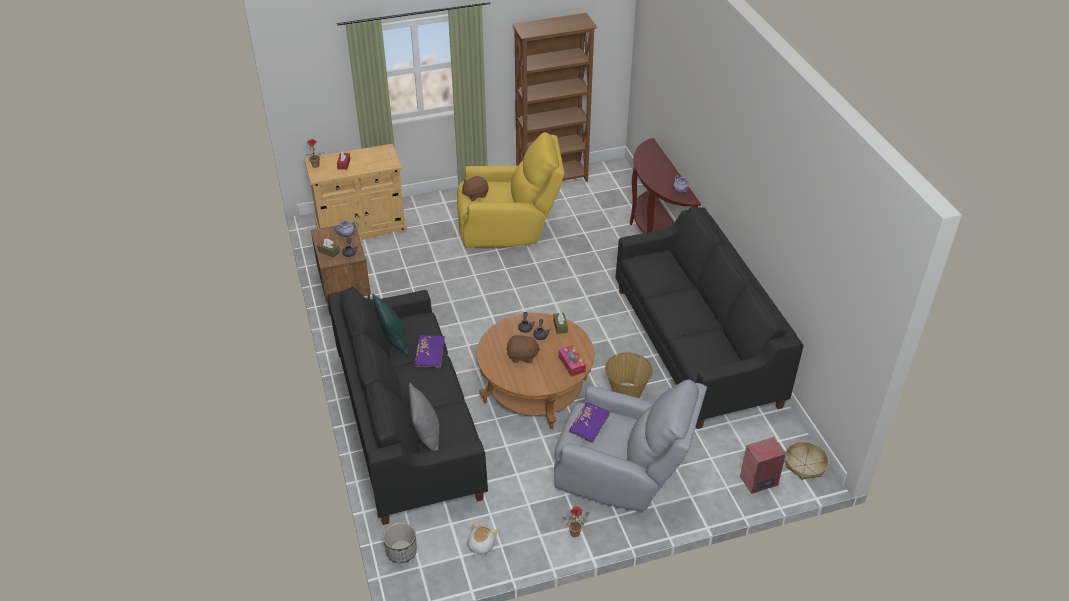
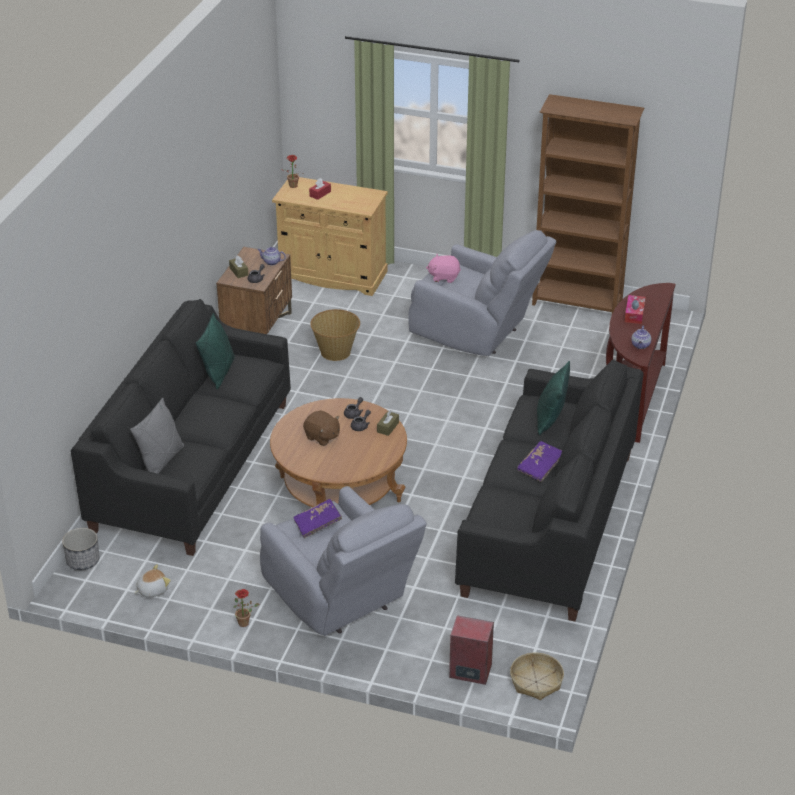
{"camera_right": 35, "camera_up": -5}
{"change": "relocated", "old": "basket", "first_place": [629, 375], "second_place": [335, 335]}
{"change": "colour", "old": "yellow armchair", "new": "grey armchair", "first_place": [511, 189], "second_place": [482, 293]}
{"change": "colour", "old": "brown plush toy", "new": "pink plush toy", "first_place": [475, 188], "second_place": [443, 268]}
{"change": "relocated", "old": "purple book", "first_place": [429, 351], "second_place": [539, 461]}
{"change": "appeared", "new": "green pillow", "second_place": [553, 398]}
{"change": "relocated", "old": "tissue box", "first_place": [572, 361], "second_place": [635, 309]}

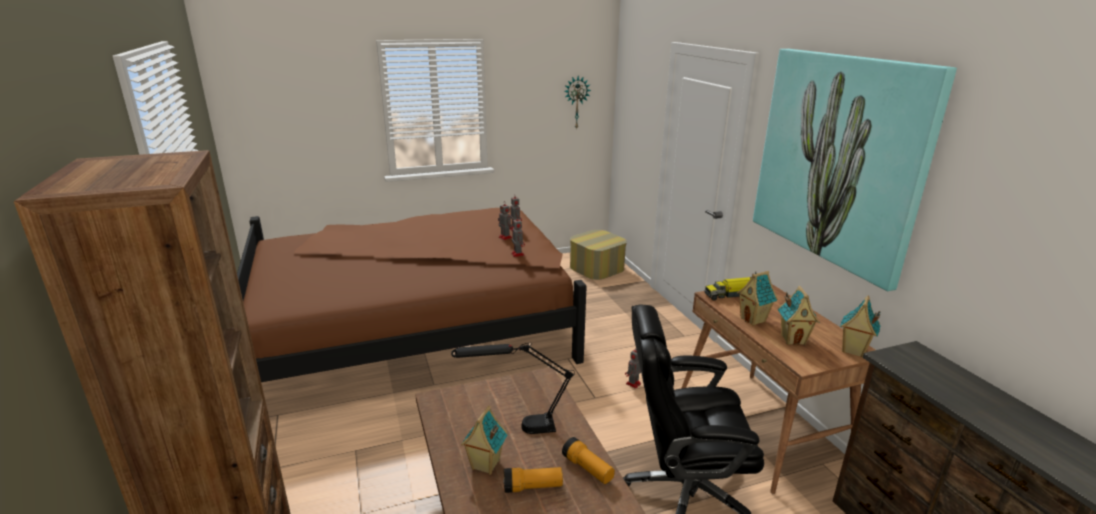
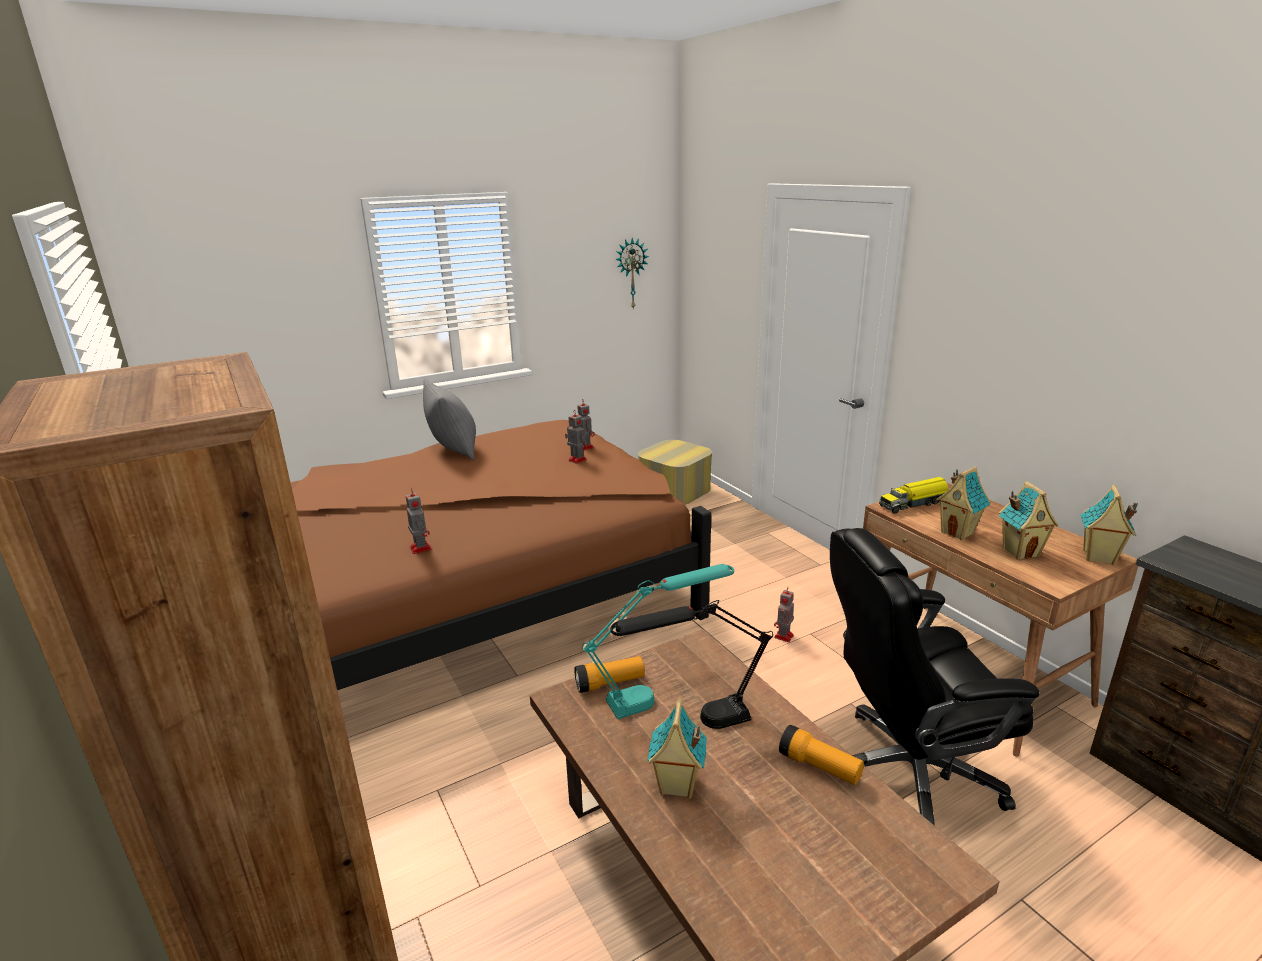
{"camera_right": -10, "camera_up": 0}
{"change": "relocated", "old": "toy robot", "first_place": [518, 236], "second_place": [419, 521]}
{"change": "appeared", "new": "grey pillow", "second_place": [449, 419]}
{"change": "relocated", "old": "flashlight", "first_place": [533, 480], "second_place": [609, 674]}
{"change": "appeared", "new": "turquoise table lamp", "second_place": [658, 641]}
{"change": "missing", "old": "picture", "first_place": [855, 170]}

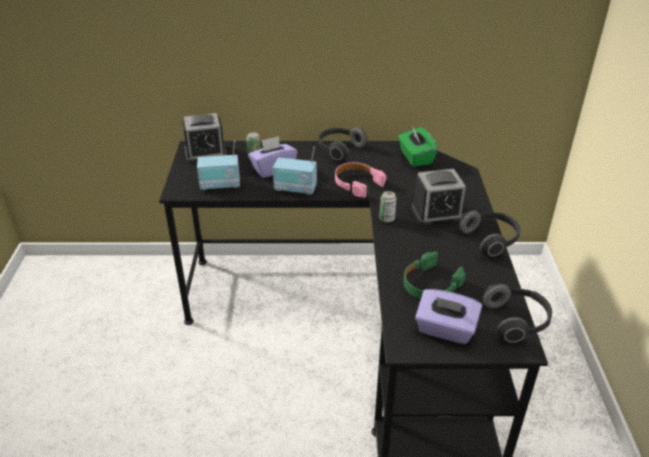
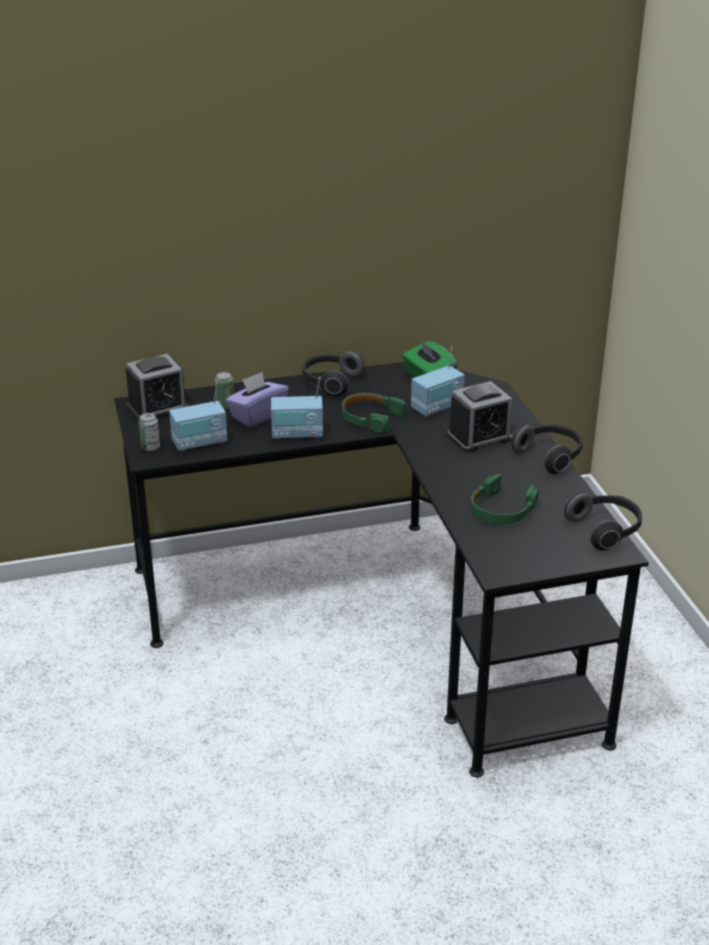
{"camera_right": -15, "camera_up": -5}
{"change": "relocated", "old": "can", "first_place": [388, 206], "second_place": [149, 432]}
{"change": "colour", "old": "pink headphones", "new": "green headphones", "first_place": [360, 180], "second_place": [374, 413]}
{"change": "appeared", "new": "radio", "second_place": [438, 382]}
{"change": "missing", "old": "purple tissue box", "first_place": [448, 316]}

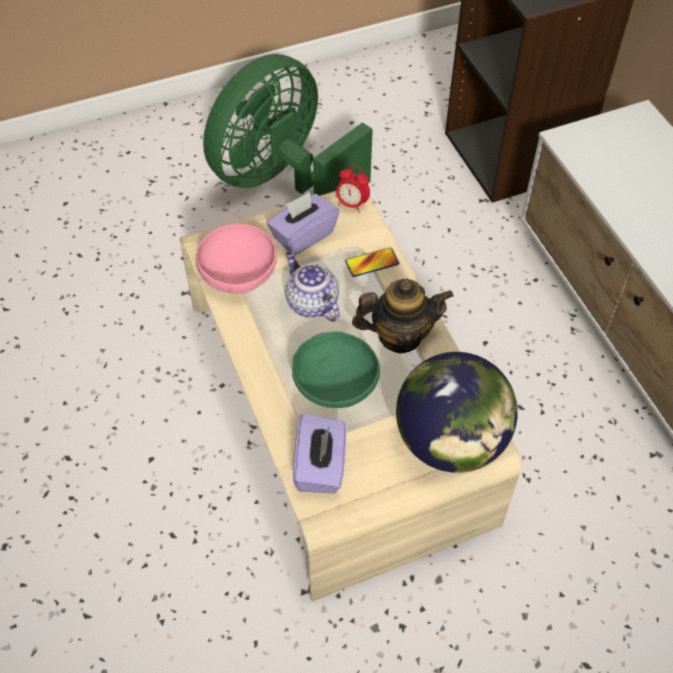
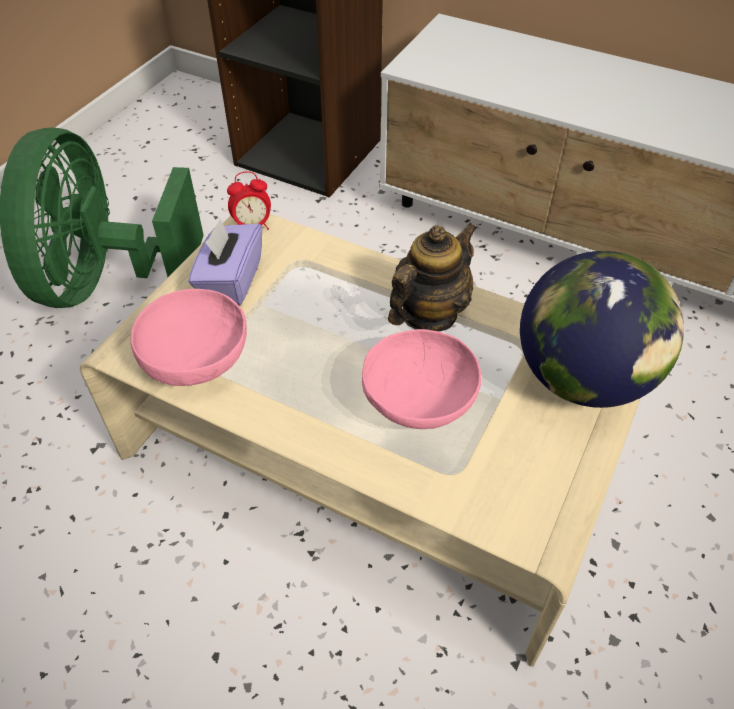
{"camera_right": -40, "camera_up": -5}
{"change": "colour", "old": "green bowl", "new": "pink bowl", "first_place": [336, 369], "second_place": [422, 379]}
{"change": "missing", "old": "teapot", "first_place": [312, 286]}
{"change": "missing", "old": "purple tissue box", "first_place": [319, 454]}
{"change": "missing", "old": "phone", "first_place": [372, 262]}

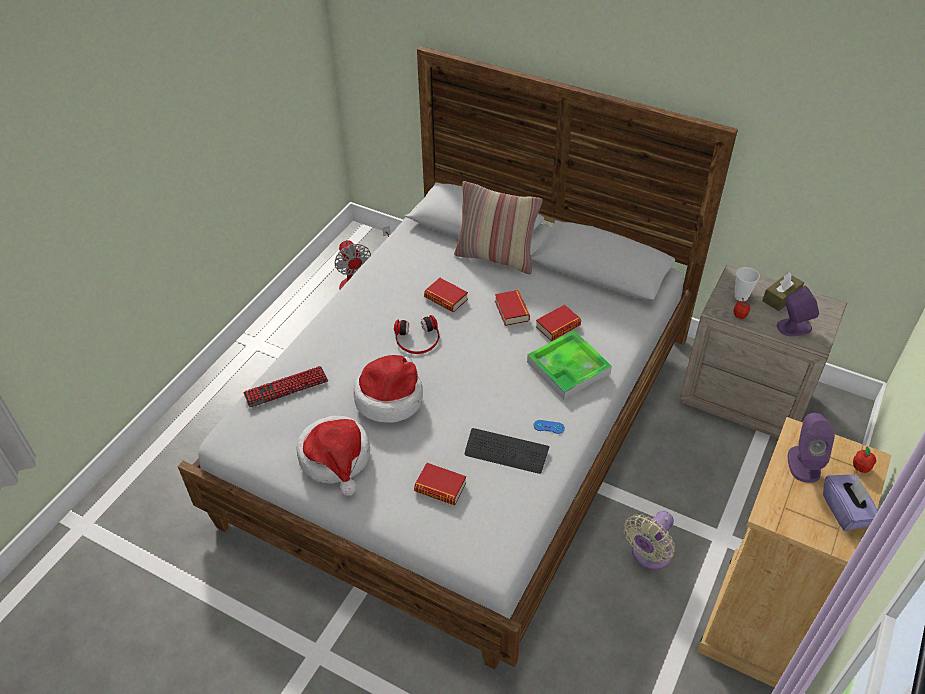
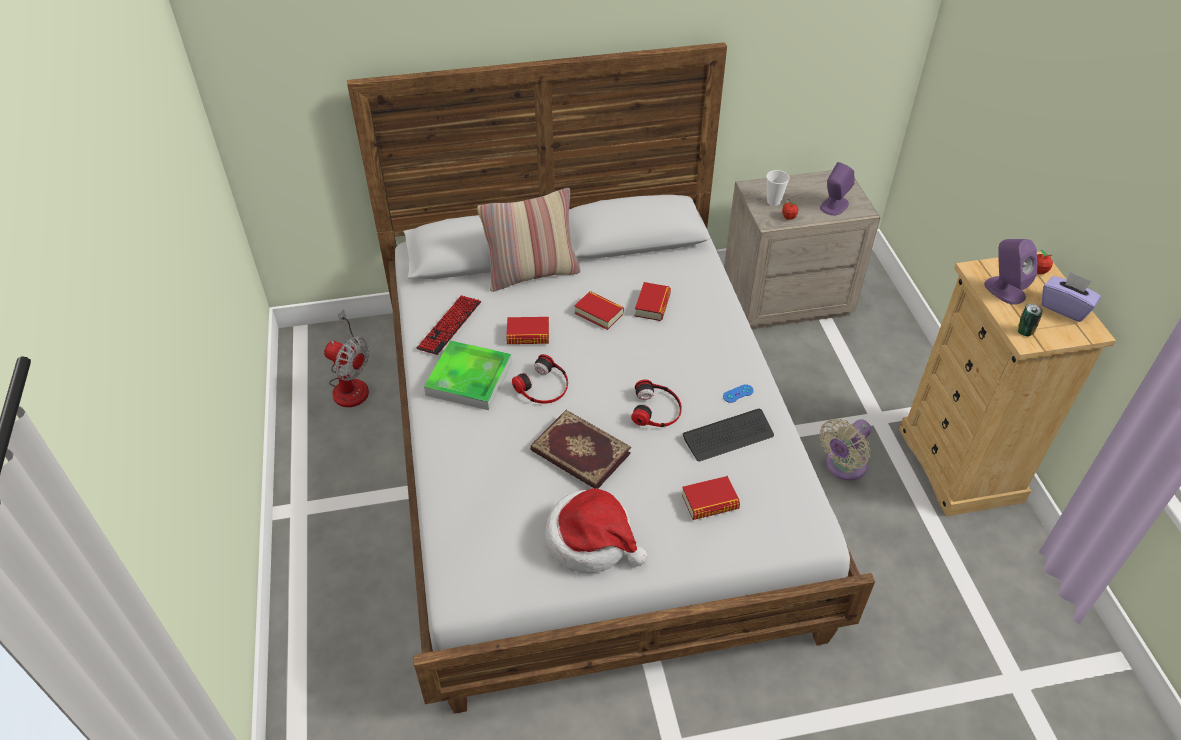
{"camera_right": -40, "camera_up": 0}
{"change": "relocated", "old": "keyboard", "first_place": [285, 387], "second_place": [448, 325]}
{"change": "relocated", "old": "tray", "first_place": [569, 365], "second_place": [468, 375]}
{"change": "exchanged", "old": "hat", "new": "book", "first_place": [388, 389], "second_place": [580, 449]}
{"change": "appeared", "new": "headphones", "second_place": [656, 403]}
{"change": "spun", "old": "beige fan", "first_place": [649, 540], "second_place": [845, 450], "degrees": 45}
{"change": "appeared", "new": "can", "second_place": [1030, 320]}
{"change": "missing", "old": "brown tissue box", "first_place": [783, 291]}

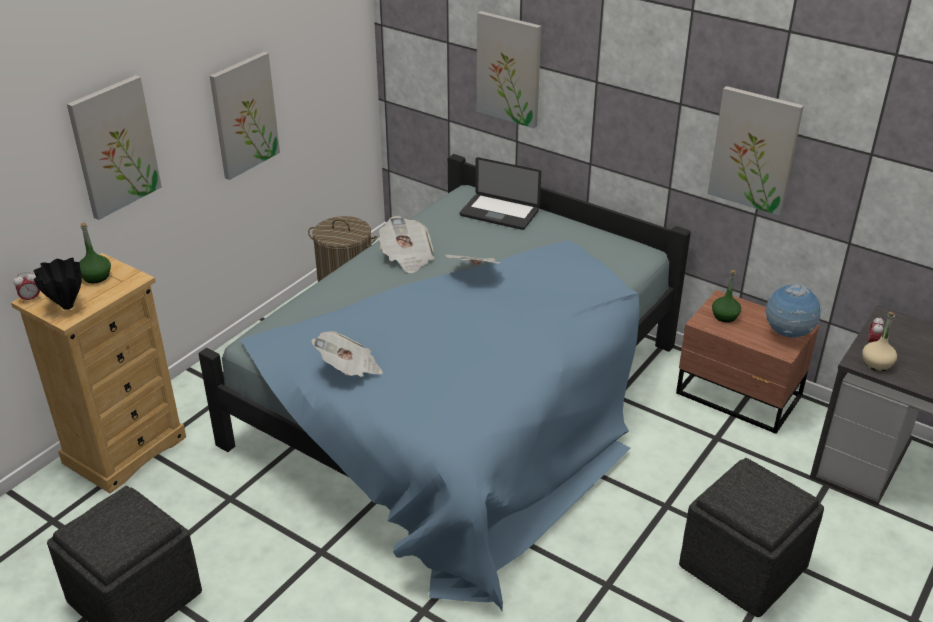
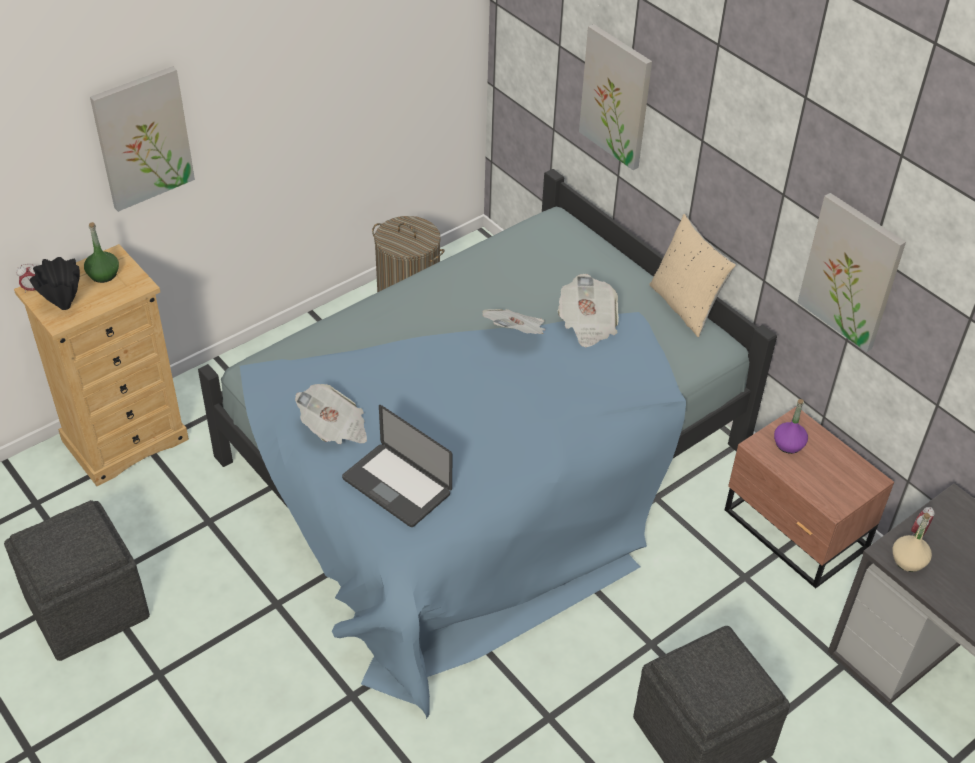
{"camera_right": 15, "camera_up": 10}
{"change": "relocated", "old": "laptop", "first_place": [500, 193], "second_place": [397, 466]}
{"change": "relocated", "old": "newspaper", "first_place": [406, 244], "second_place": [588, 310]}
{"change": "appeared", "new": "beige pillow", "second_place": [692, 275]}
{"change": "colour", "old": "green bottle", "new": "purple bottle", "first_place": [726, 296], "second_place": [791, 426]}
{"change": "missing", "old": "picture", "first_place": [245, 116]}
{"change": "missing", "old": "globe", "first_place": [793, 311]}

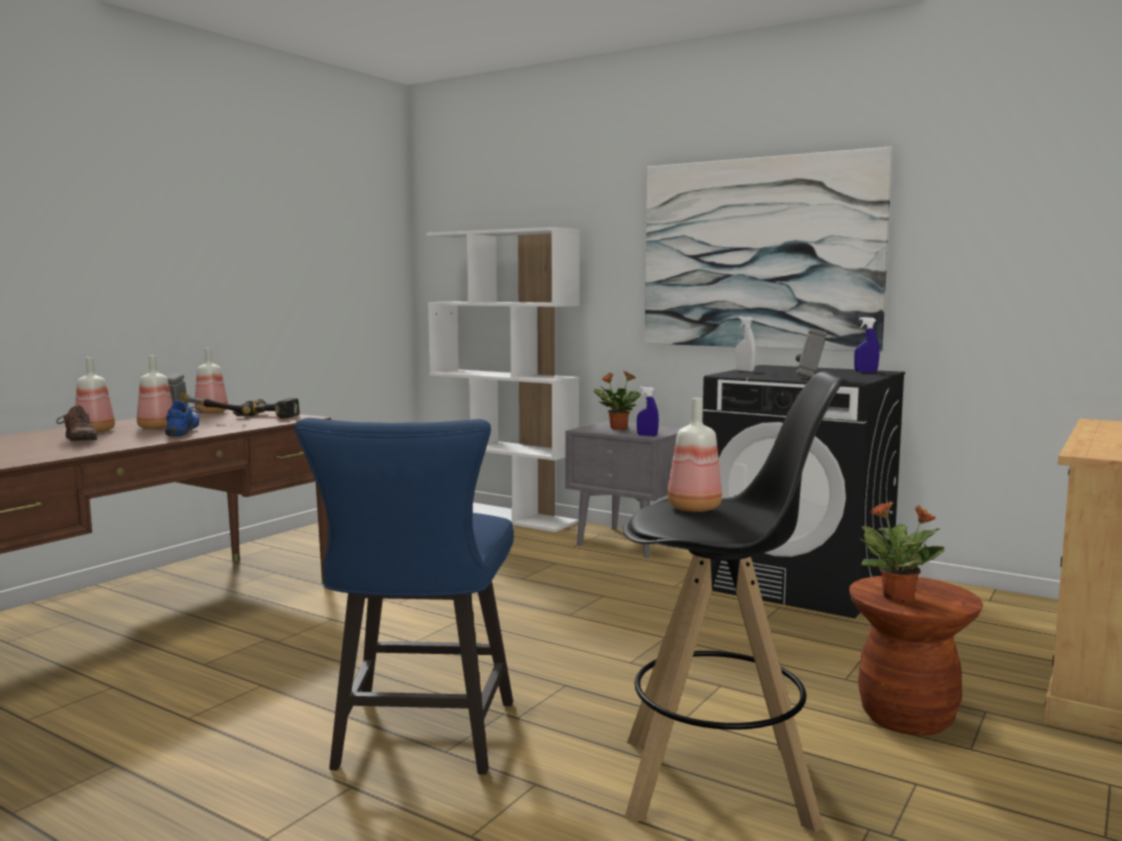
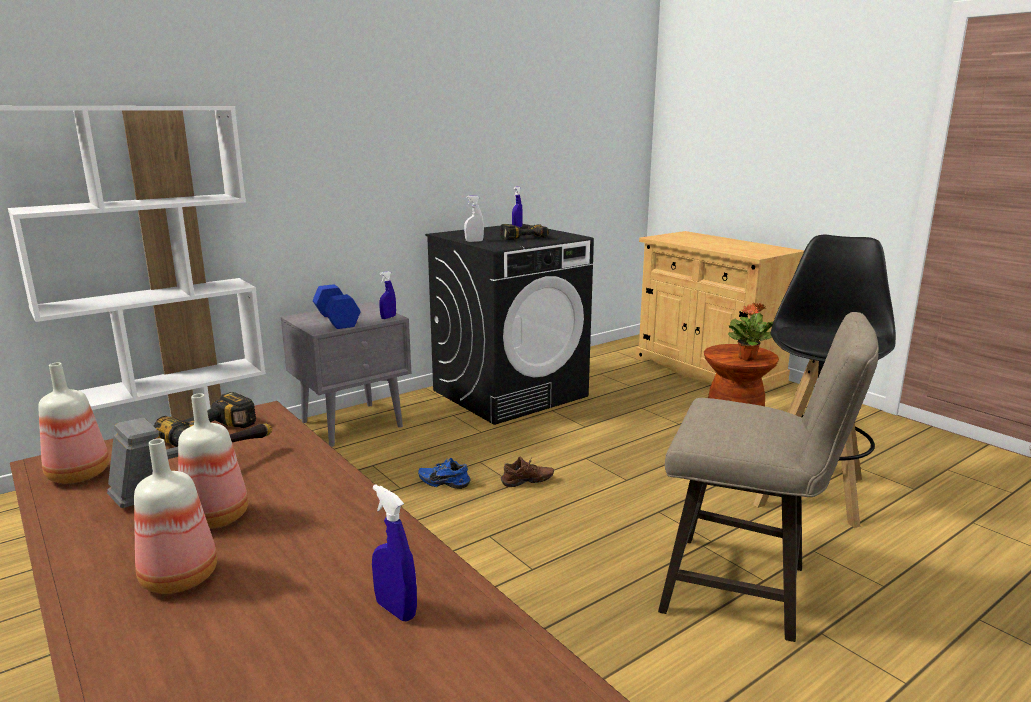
{"camera_right": -70, "camera_up": 10}
{"change": "exchanged", "old": "potted plant", "new": "blue dumbbell", "first_place": [618, 400], "second_place": [337, 306]}
{"change": "appeared", "new": "blue spray bottle", "second_place": [394, 553]}
{"change": "relocated", "old": "blue shoe", "first_place": [183, 419], "second_place": [444, 473]}
{"change": "exchanged", "old": "hammer", "new": "power drill", "first_place": [811, 353], "second_place": [524, 232]}
{"change": "relocated", "old": "brown shoe", "first_place": [76, 423], "second_place": [527, 471]}
{"change": "colour", "old": "blue stool", "new": "beige stool", "first_place": [404, 596], "second_place": [768, 477]}
{"change": "missing", "old": "picture", "first_place": [769, 249]}
{"change": "missing", "old": "bottle", "first_place": [694, 455]}

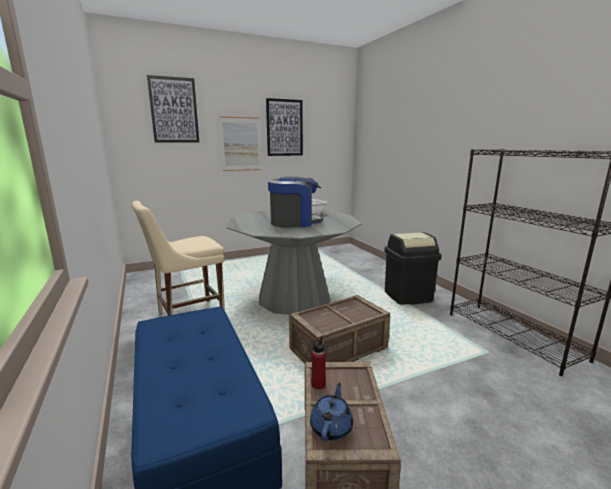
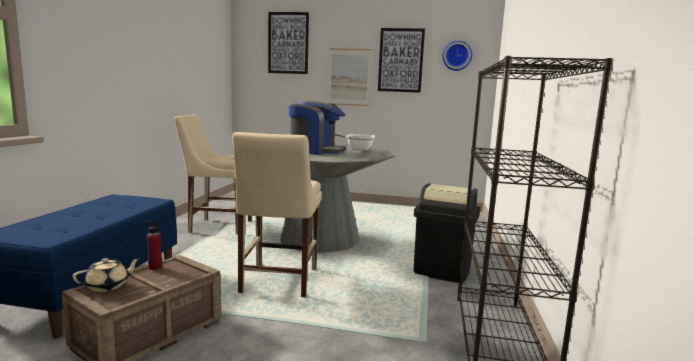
{"camera_right": 35, "camera_up": -5}
{"change": "colour", "old": "blue teapot", "new": "beige teapot", "first_place": [331, 411], "second_place": [107, 275]}
{"change": "exchanged", "old": "crate", "new": "beige chair", "first_place": [339, 329], "second_place": [277, 214]}
{"change": "appeared", "new": "wall clock", "second_place": [457, 56]}

